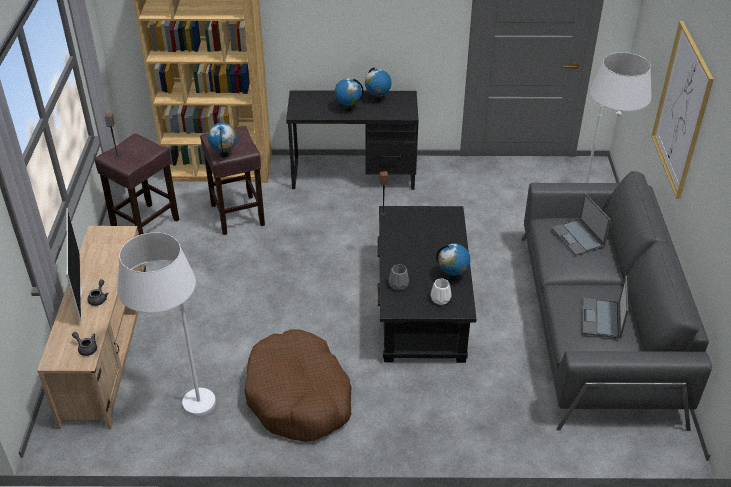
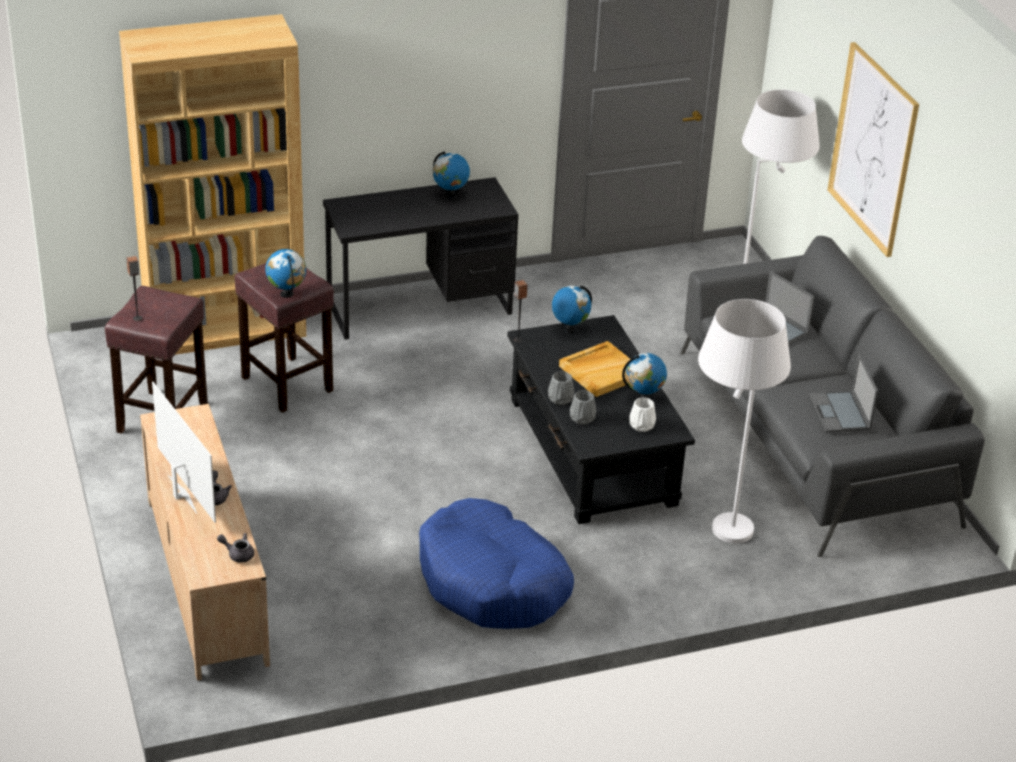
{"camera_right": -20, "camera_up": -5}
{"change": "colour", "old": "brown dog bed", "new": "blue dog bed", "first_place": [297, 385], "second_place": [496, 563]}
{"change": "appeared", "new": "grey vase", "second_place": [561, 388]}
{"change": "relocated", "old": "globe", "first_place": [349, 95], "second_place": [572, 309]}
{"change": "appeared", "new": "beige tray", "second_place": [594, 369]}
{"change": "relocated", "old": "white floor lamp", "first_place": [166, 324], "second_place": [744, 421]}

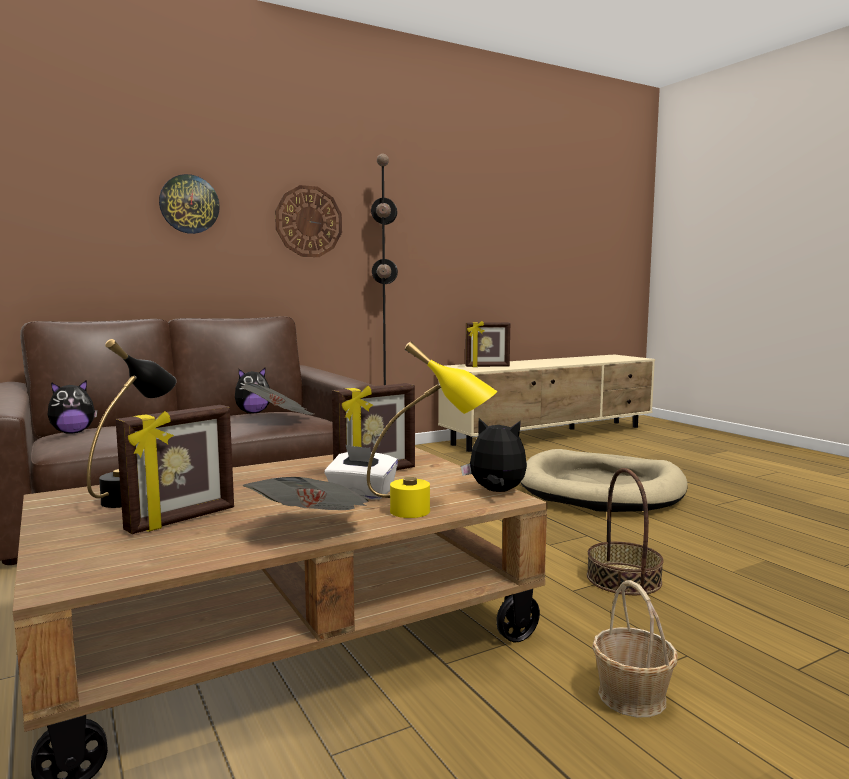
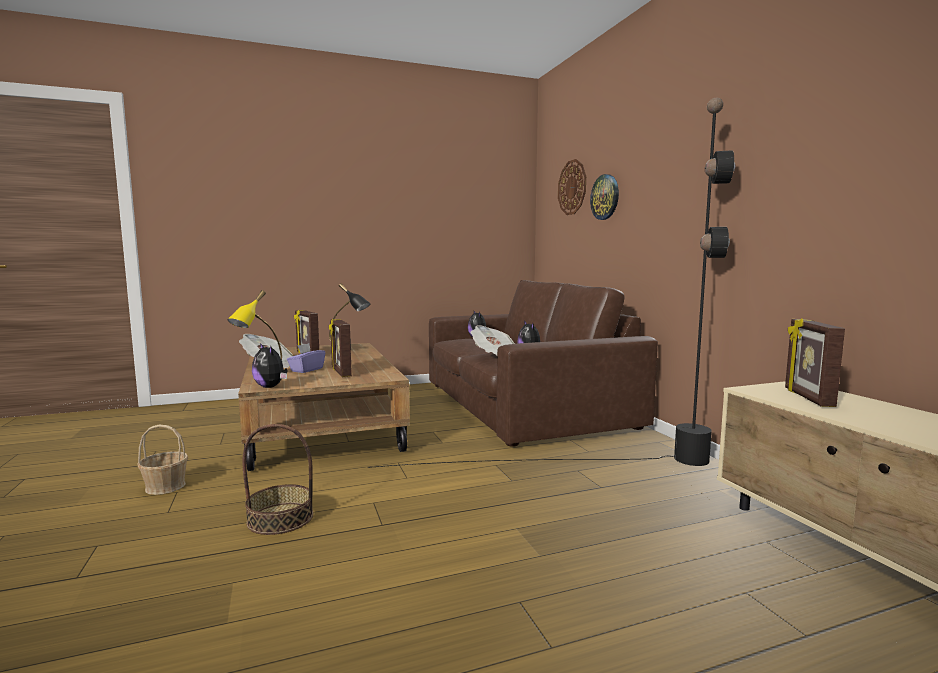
{"camera_right": 100, "camera_up": 0}
{"change": "spun", "old": "plush toy", "first_place": [494, 455], "second_place": [269, 365], "degrees": 105}
{"change": "colour", "old": "white tissue box", "new": "purple tissue box", "first_place": [361, 472], "second_place": [306, 358]}
{"change": "relocated", "old": "wall clock", "first_place": [308, 221], "second_place": [572, 187]}
{"change": "missing", "old": "beige dog bed", "first_place": [604, 480]}

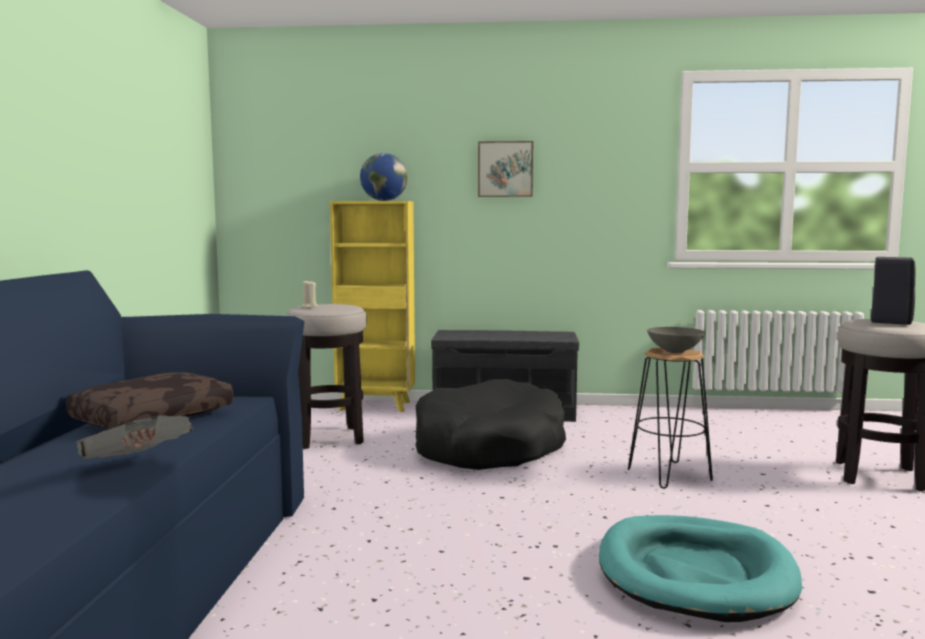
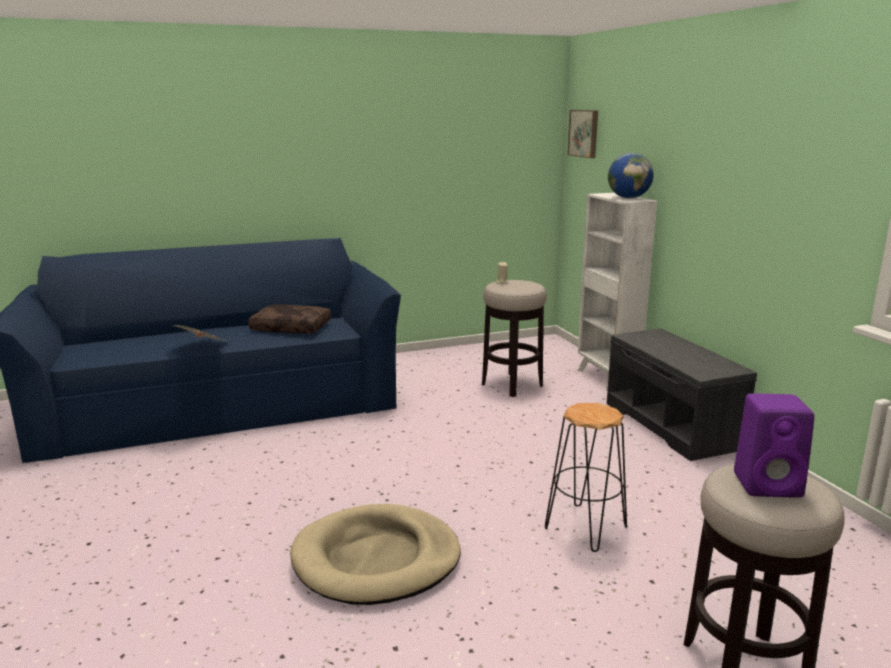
{"camera_right": 65, "camera_up": 10}
{"change": "colour", "old": "turquoise dog bed", "new": "beige dog bed", "first_place": [700, 568], "second_place": [375, 554]}
{"change": "relocated", "old": "picture", "first_place": [505, 169], "second_place": [583, 134]}
{"change": "colour", "old": "yellow bookcase", "new": "white bookcase", "first_place": [372, 306], "second_place": [617, 291]}
{"change": "colour", "old": "black speaker", "new": "purple speaker", "first_place": [893, 291], "second_place": [774, 445]}
{"change": "missing", "old": "black dog bed", "first_place": [490, 424]}
{"change": "missing", "old": "grey bowl", "first_place": [676, 340]}

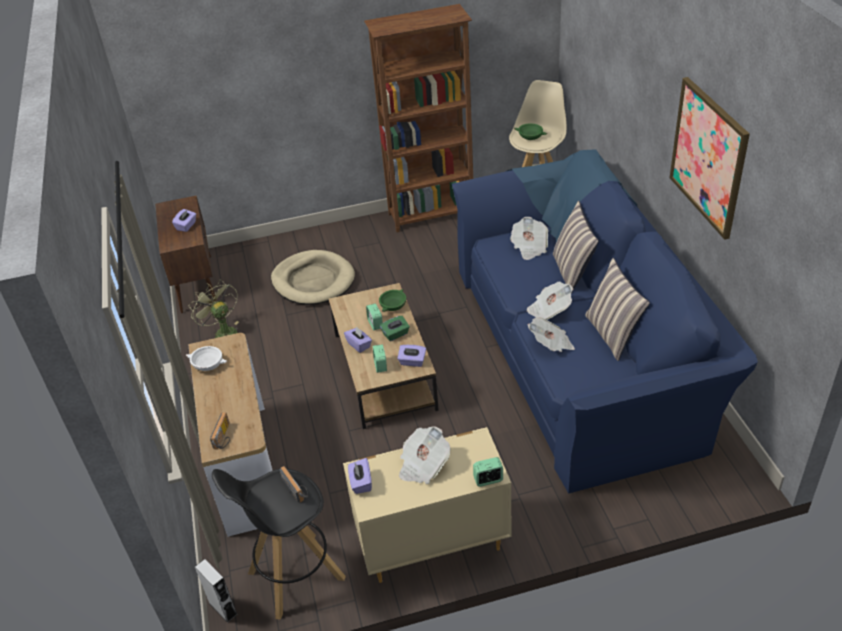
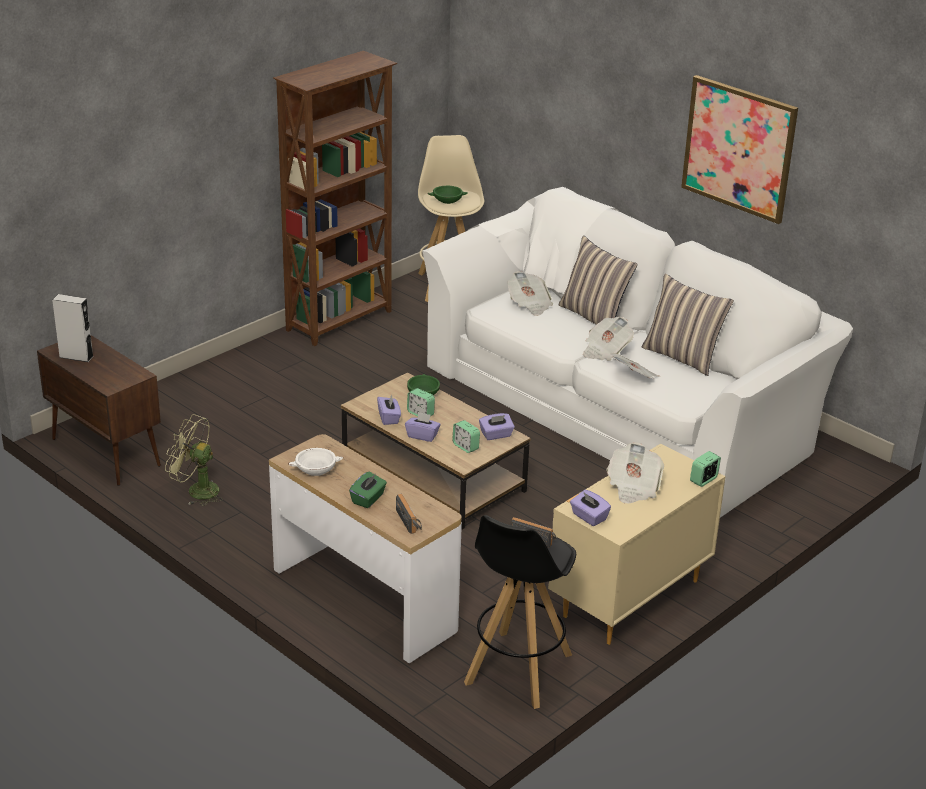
{"camera_right": -35, "camera_up": -10}
{"change": "relocated", "old": "grey speaker", "first_place": [216, 591], "second_place": [73, 328]}
{"change": "relocated", "old": "green tissue box", "first_place": [395, 328], "second_place": [368, 490]}
{"change": "relocated", "old": "purple tissue box", "first_place": [184, 220], "second_place": [389, 410]}
{"change": "colour", "old": "blue sofa", "new": "white sofa", "first_place": [605, 321], "second_place": [638, 352]}
{"change": "missing", "old": "beige dog bed", "first_place": [313, 277]}

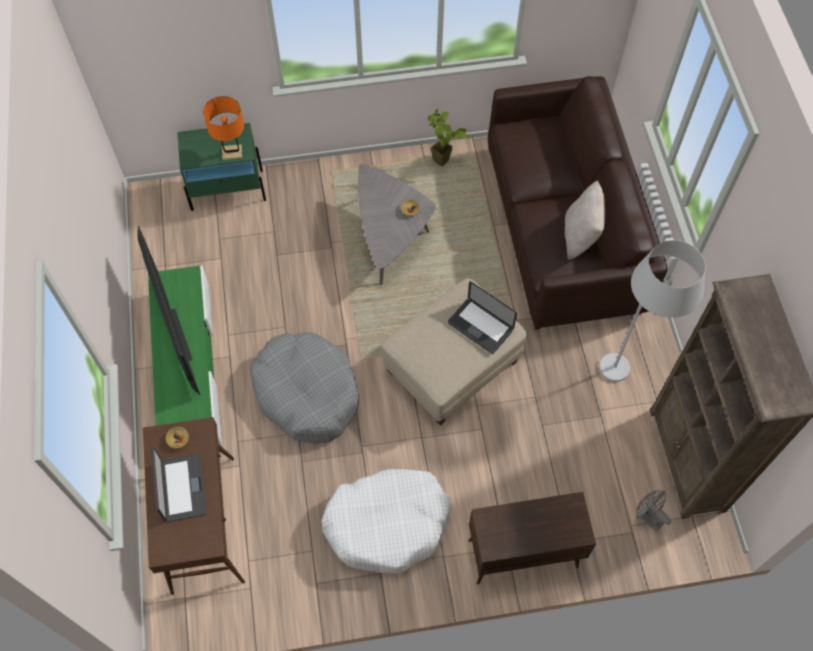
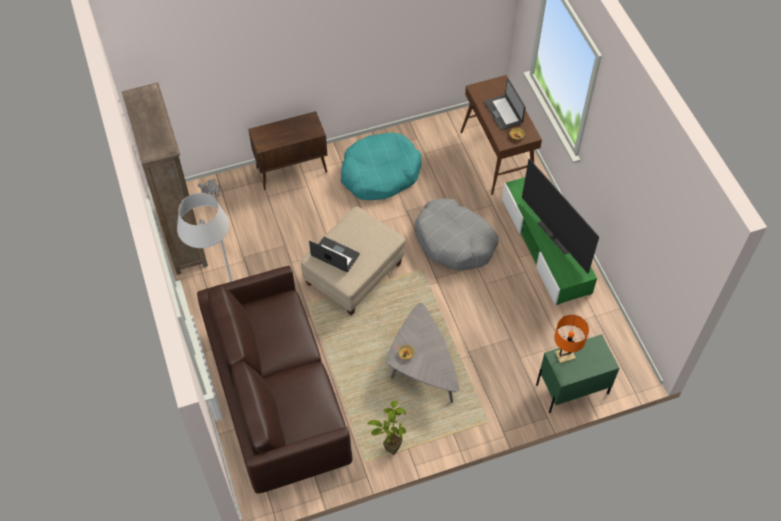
{"camera_right": 170, "camera_up": -5}
{"change": "colour", "old": "white dog bed", "new": "turquoise dog bed", "first_place": [386, 521], "second_place": [381, 166]}
{"change": "missing", "old": "beige pillow", "first_place": [585, 220]}

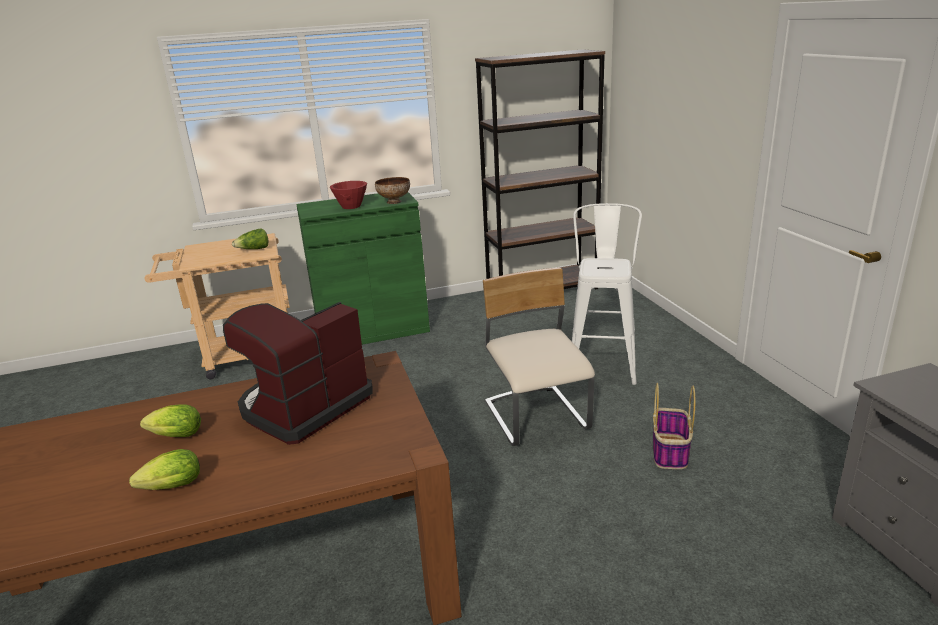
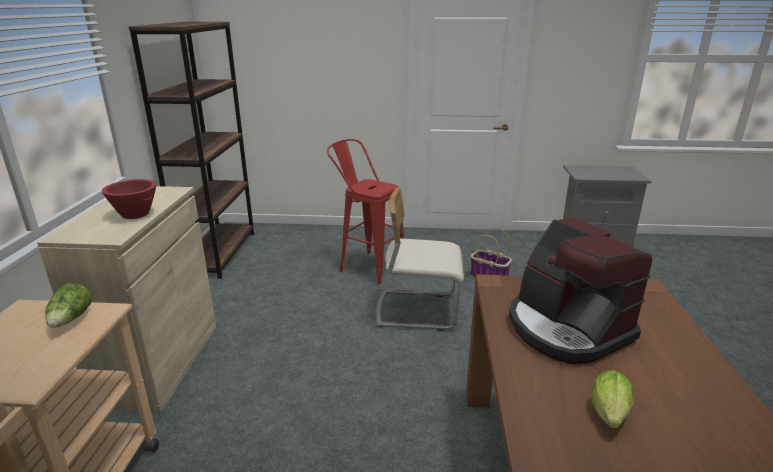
{"camera_right": -70, "camera_up": 0}
{"change": "colour", "old": "green cabinet", "new": "beige cabinet", "first_place": [363, 268], "second_place": [126, 299]}
{"change": "colour", "old": "white stool", "new": "red stool", "first_place": [607, 294], "second_place": [365, 211]}
{"change": "missing", "old": "lettuce", "first_place": [164, 469]}
{"change": "missing", "old": "bowl", "first_place": [392, 190]}

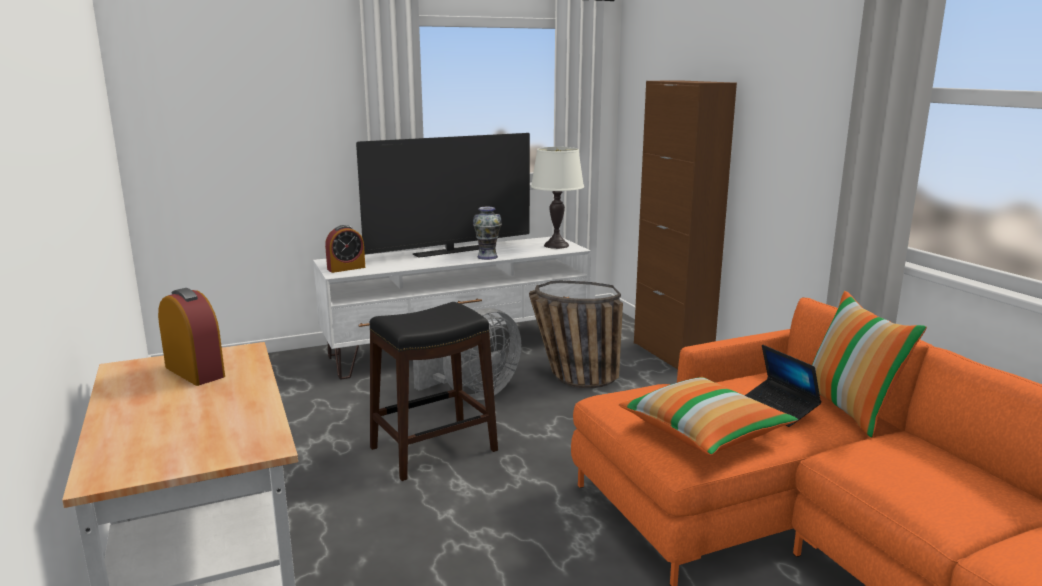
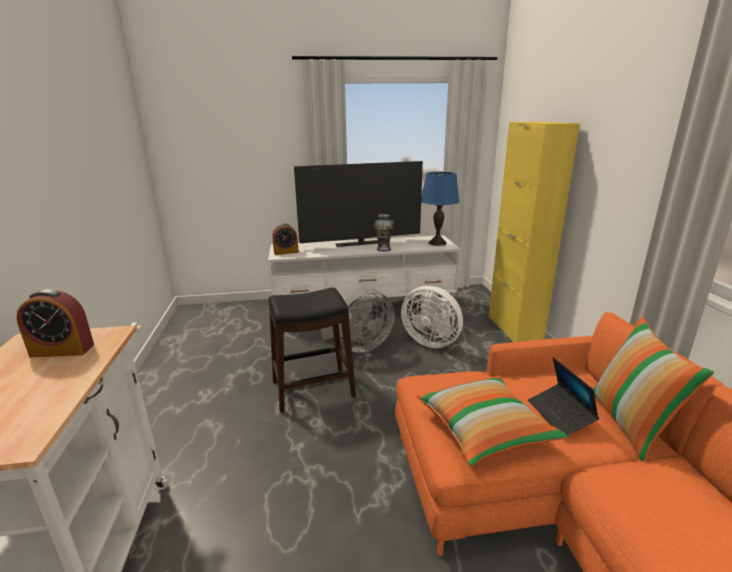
{"camera_right": 15, "camera_up": 5}
{"change": "spun", "old": "alarm clock", "first_place": [191, 337], "second_place": [55, 323], "degrees": 120}
{"change": "exchanged", "old": "basket", "new": "white fan", "first_place": [576, 334], "second_place": [432, 317]}
{"change": "colour", "old": "white table lamp", "new": "blue table lamp", "first_place": [557, 198], "second_place": [439, 209]}
{"change": "colour", "old": "brown cabinet", "new": "yellow cabinet", "first_place": [685, 224], "second_place": [534, 232]}

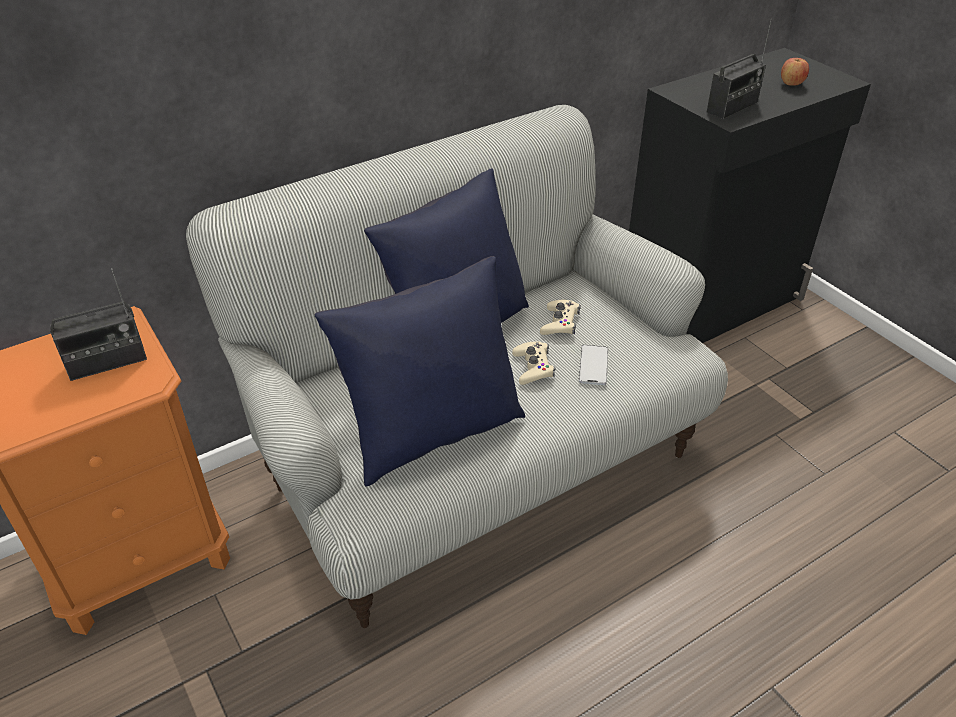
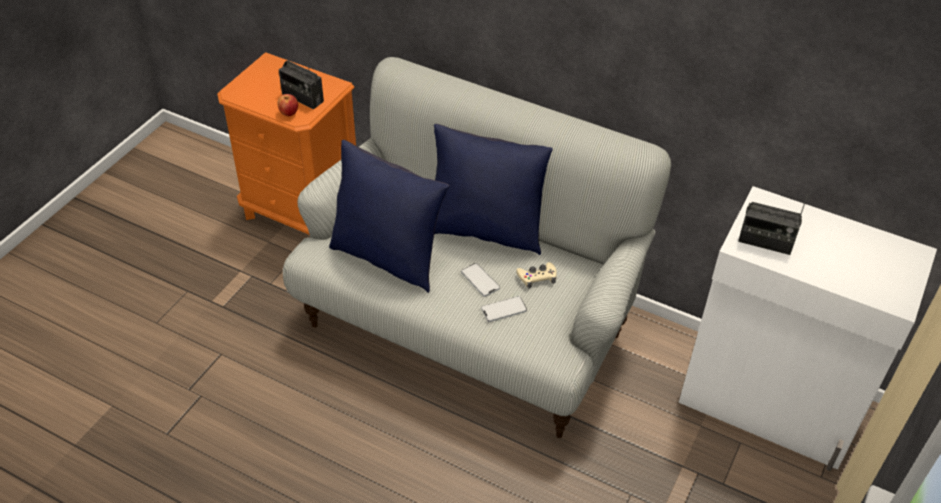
{"camera_right": 60, "camera_up": 5}
{"change": "relocated", "old": "apple", "first_place": [795, 72], "second_place": [287, 105]}
{"change": "exchanged", "old": "beige game controller", "new": "phone", "first_place": [533, 363], "second_place": [480, 280]}
{"change": "colour", "old": "black cabinet", "new": "white cabinet", "first_place": [750, 195], "second_place": [808, 328]}

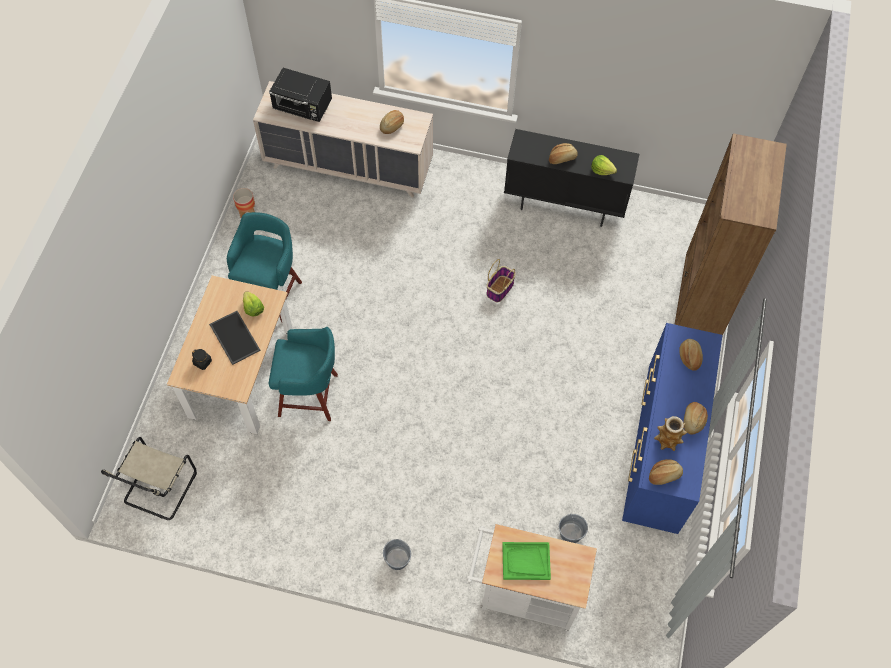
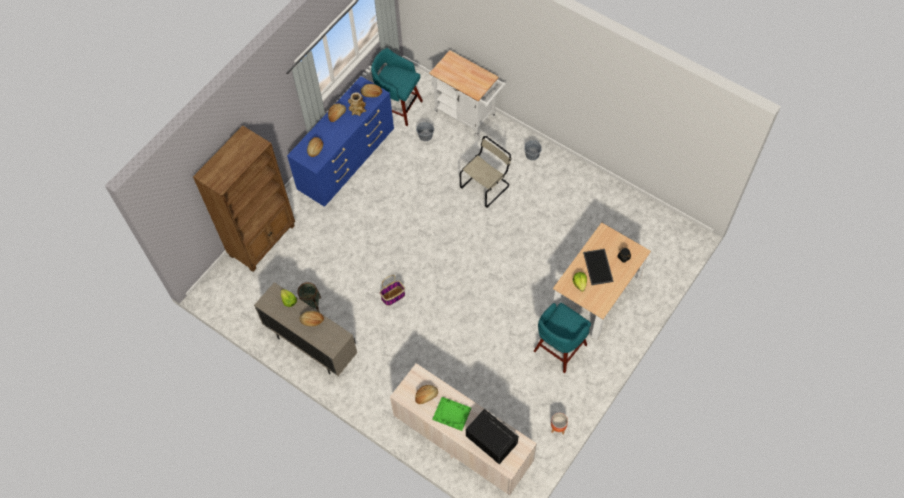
{"camera_right": -155, "camera_up": 0}
{"change": "colour", "old": "black cabinet", "new": "beige cabinet", "first_place": [571, 178], "second_place": [305, 329]}
{"change": "appeared", "new": "basket", "second_place": [309, 297]}
{"change": "relocated", "old": "turquoise stool", "first_place": [303, 374], "second_place": [397, 87]}
{"change": "relocated", "old": "green tray", "first_place": [526, 561], "second_place": [452, 414]}
{"change": "relocated", "old": "beige chair", "first_place": [149, 478], "second_place": [485, 172]}

